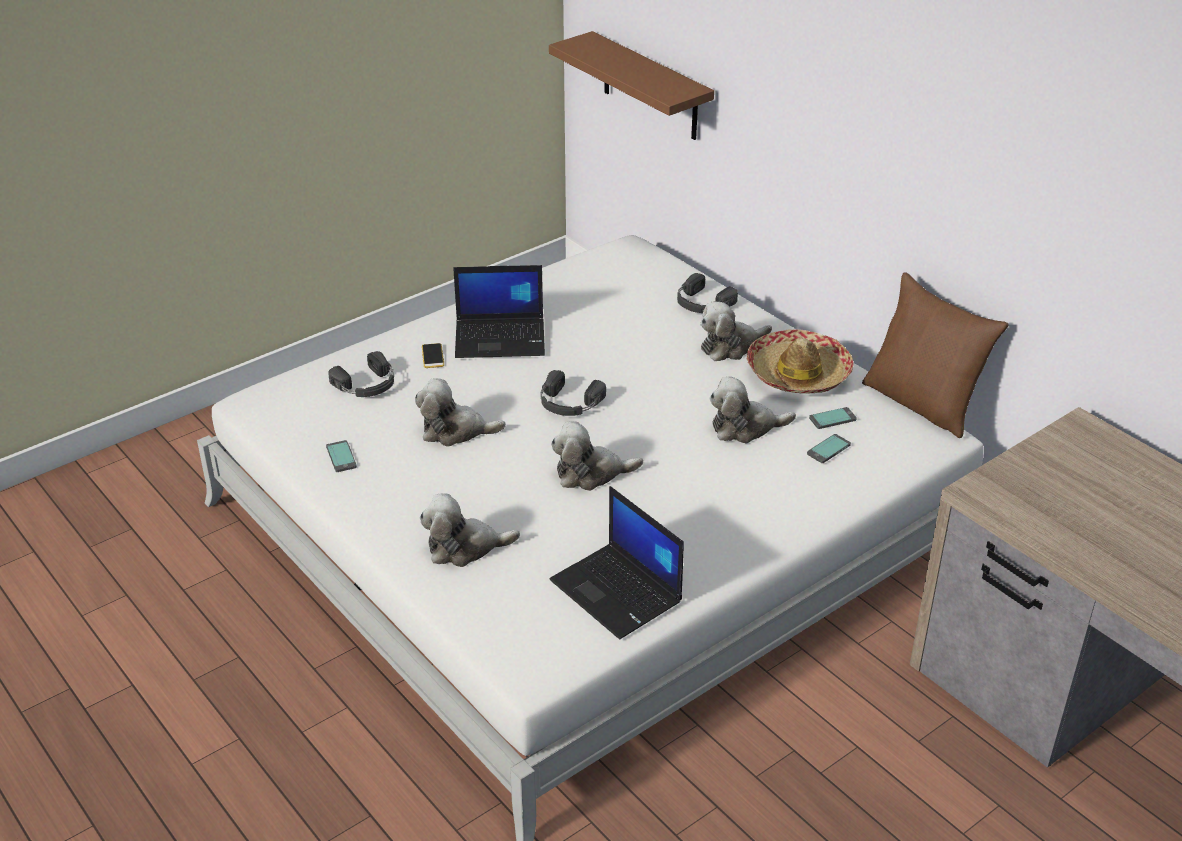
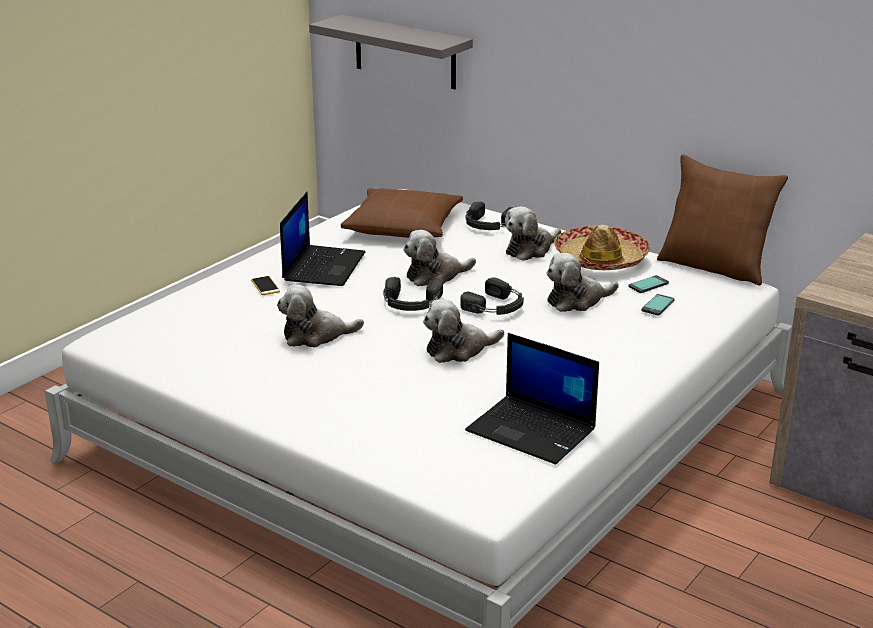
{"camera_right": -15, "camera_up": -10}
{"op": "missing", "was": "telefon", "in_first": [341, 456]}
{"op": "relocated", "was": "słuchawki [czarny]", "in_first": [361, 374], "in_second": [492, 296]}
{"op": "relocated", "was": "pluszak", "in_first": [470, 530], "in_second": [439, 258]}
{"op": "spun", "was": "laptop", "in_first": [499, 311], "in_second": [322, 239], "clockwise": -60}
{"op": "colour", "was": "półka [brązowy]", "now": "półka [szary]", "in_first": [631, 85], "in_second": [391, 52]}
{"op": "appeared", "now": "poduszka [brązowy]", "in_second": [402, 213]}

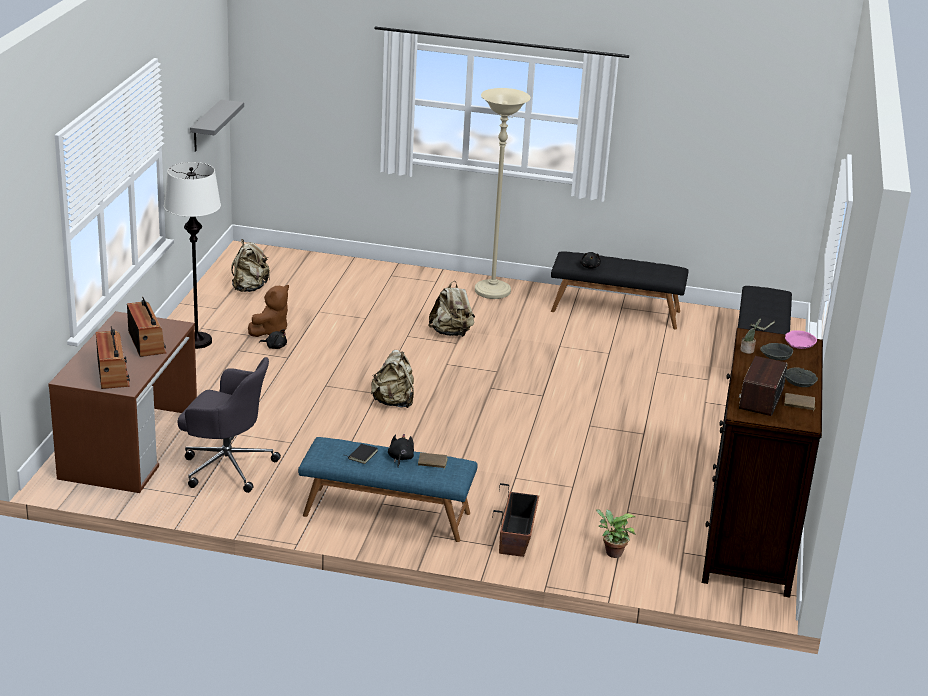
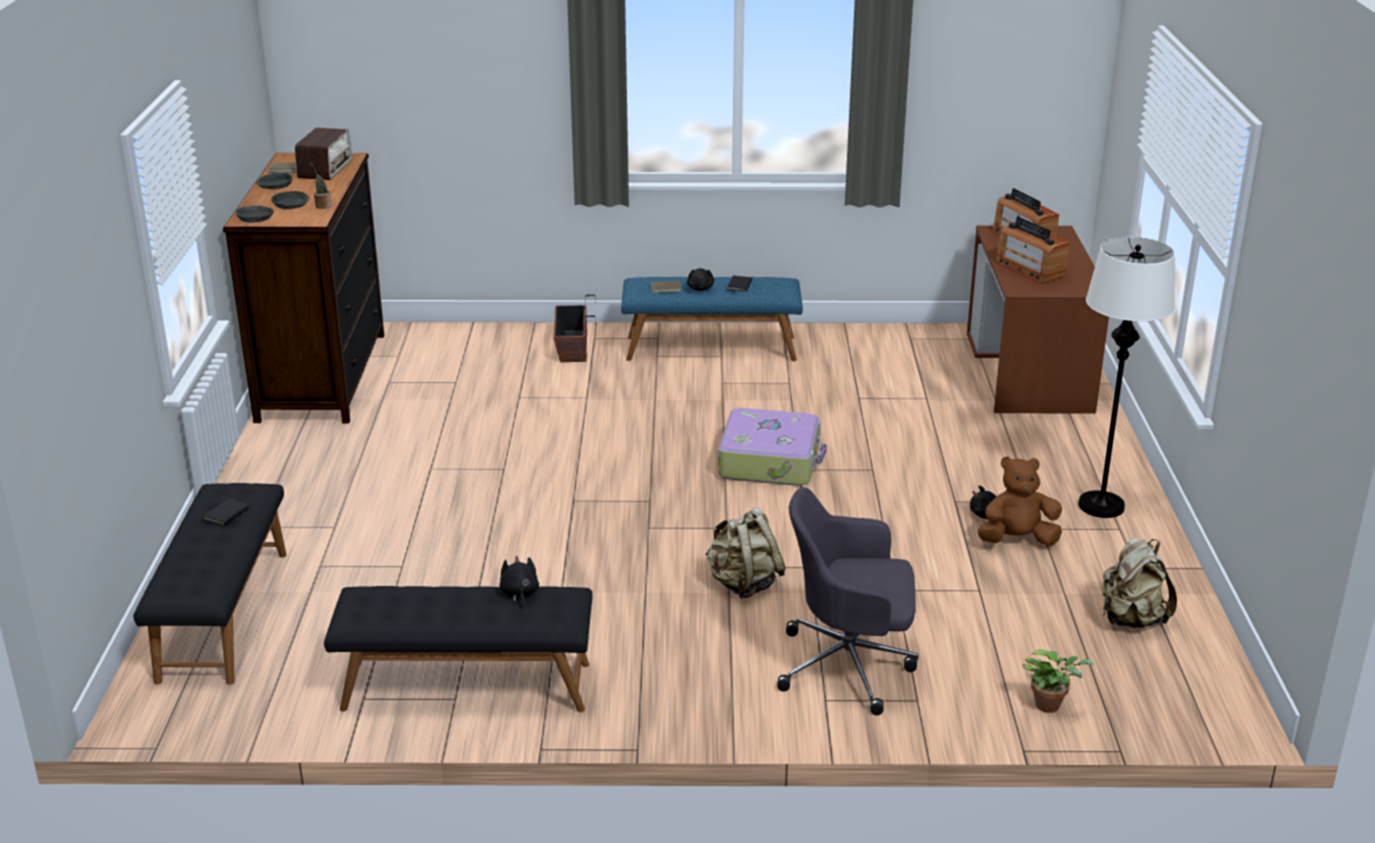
{"camera_right": 170, "camera_up": 0}
{"op": "relocated", "was": "krzesło biurowe [szary]", "in_first": [229, 425], "in_second": [848, 601]}
{"op": "missing", "was": "półka [szary]", "in_first": [217, 125]}
{"op": "spun", "was": "pluszak [brązowy]", "in_first": [268, 311], "in_second": [1019, 501], "clockwise": 60}
{"op": "exchanged", "was": "plecak [beżowy]", "now": "walizka", "in_first": [392, 379], "in_second": [772, 447]}
{"op": "missing", "was": "lampa stojąca [beżowy]", "in_first": [503, 193]}
{"op": "relocated", "was": "roślina doniczkowa", "in_first": [616, 533], "in_second": [1058, 681]}
{"op": "colour", "was": "miska [różowy]", "now": "miska [szary]", "in_first": [801, 339], "in_second": [254, 214]}

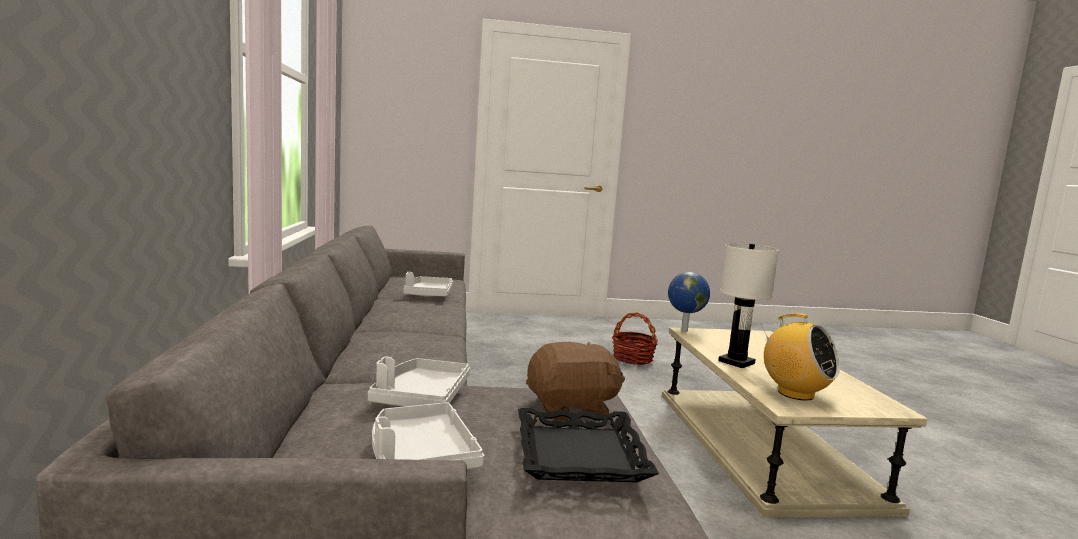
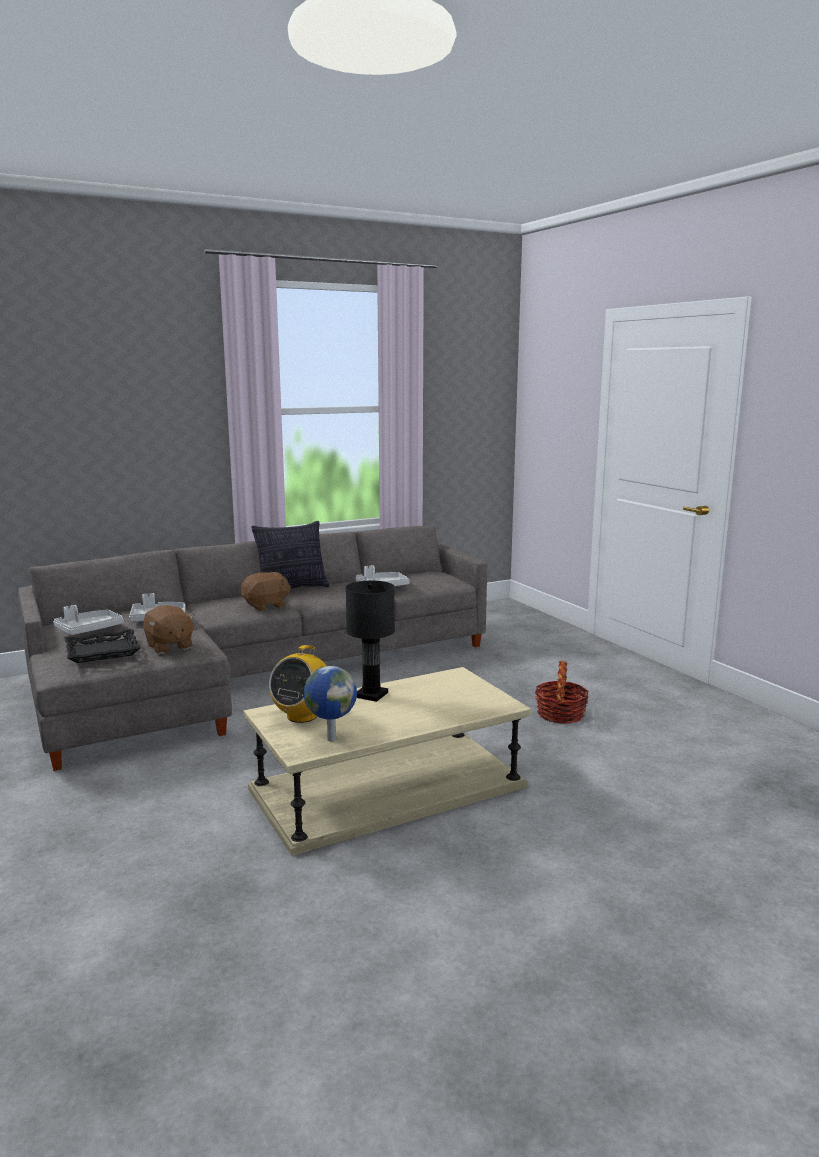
{"camera_right": 70, "camera_up": 5}
{"op": "relocated", "was": "globus", "in_first": [689, 302], "in_second": [330, 704]}
{"op": "colour", "was": "lampa stołowa [biały]", "now": "lampa stołowa [czarny]", "in_first": [748, 305], "in_second": [370, 641]}
{"op": "appeared", "now": "pluszak [brązowy]", "in_second": [266, 591]}
{"op": "appeared", "now": "poduszka", "in_second": [290, 555]}

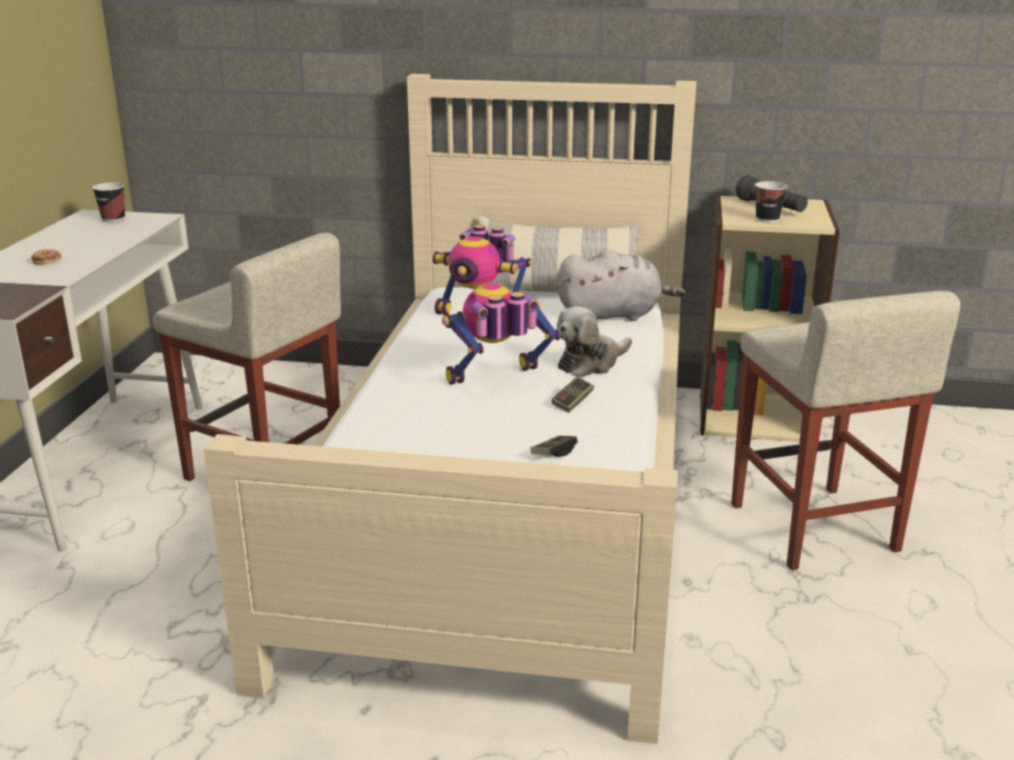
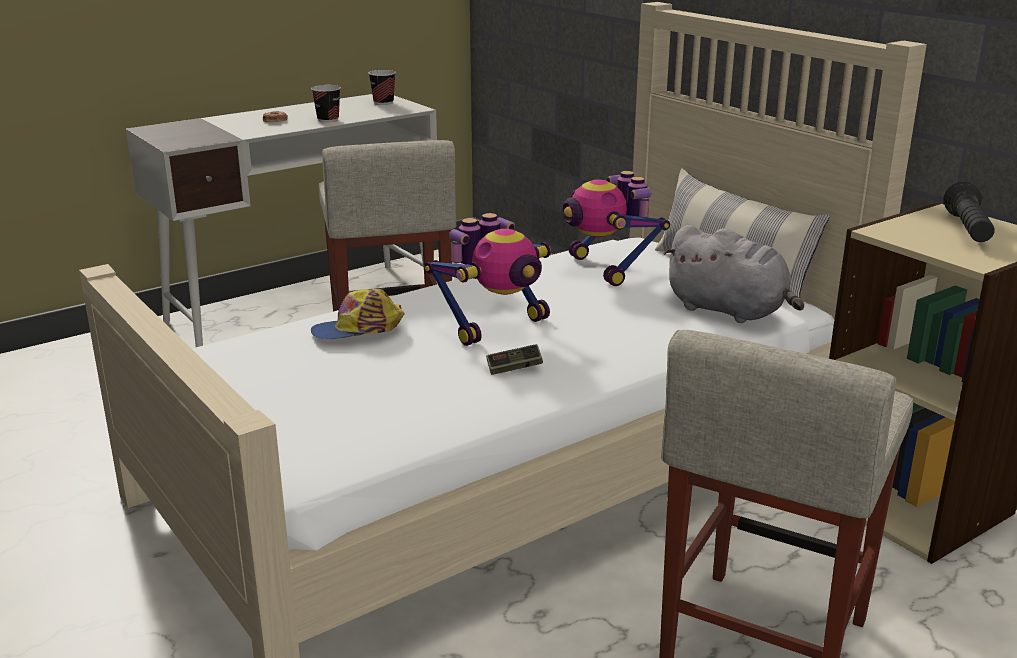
{"camera_right": 45, "camera_up": 0}
{"op": "spun", "was": "robot zabawkowy", "in_first": [501, 334], "in_second": [488, 279], "clockwise": 120}
{"op": "missing", "was": "pad do gier", "in_first": [554, 446]}
{"op": "missing", "was": "pluszak", "in_first": [594, 341]}
{"op": "relocated", "was": "filiżanka", "in_first": [771, 202], "in_second": [326, 104]}
{"op": "appeared", "now": "czapka z daszkiem", "in_second": [358, 314]}

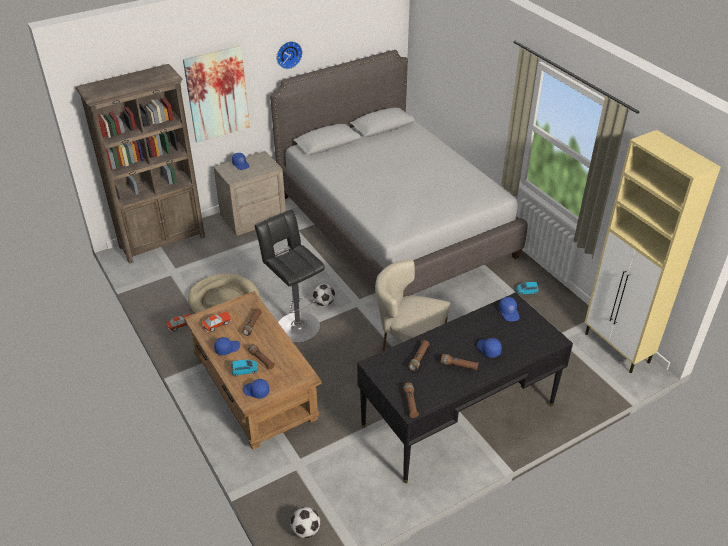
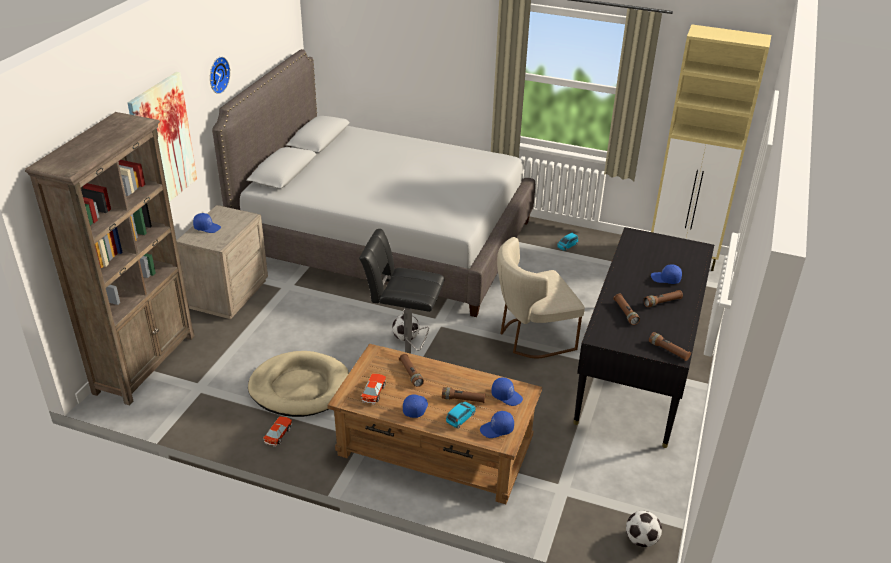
{"camera_right": -40, "camera_up": -5}
{"op": "relocated", "was": "czapka z daszkiem [niebieski]", "in_first": [509, 309], "in_second": [507, 391]}

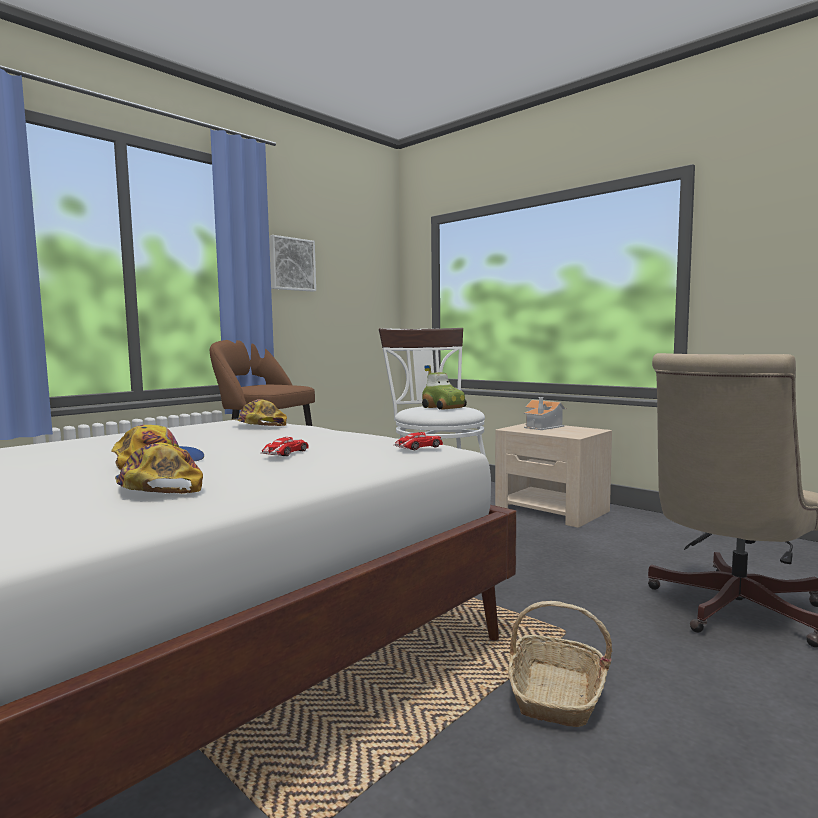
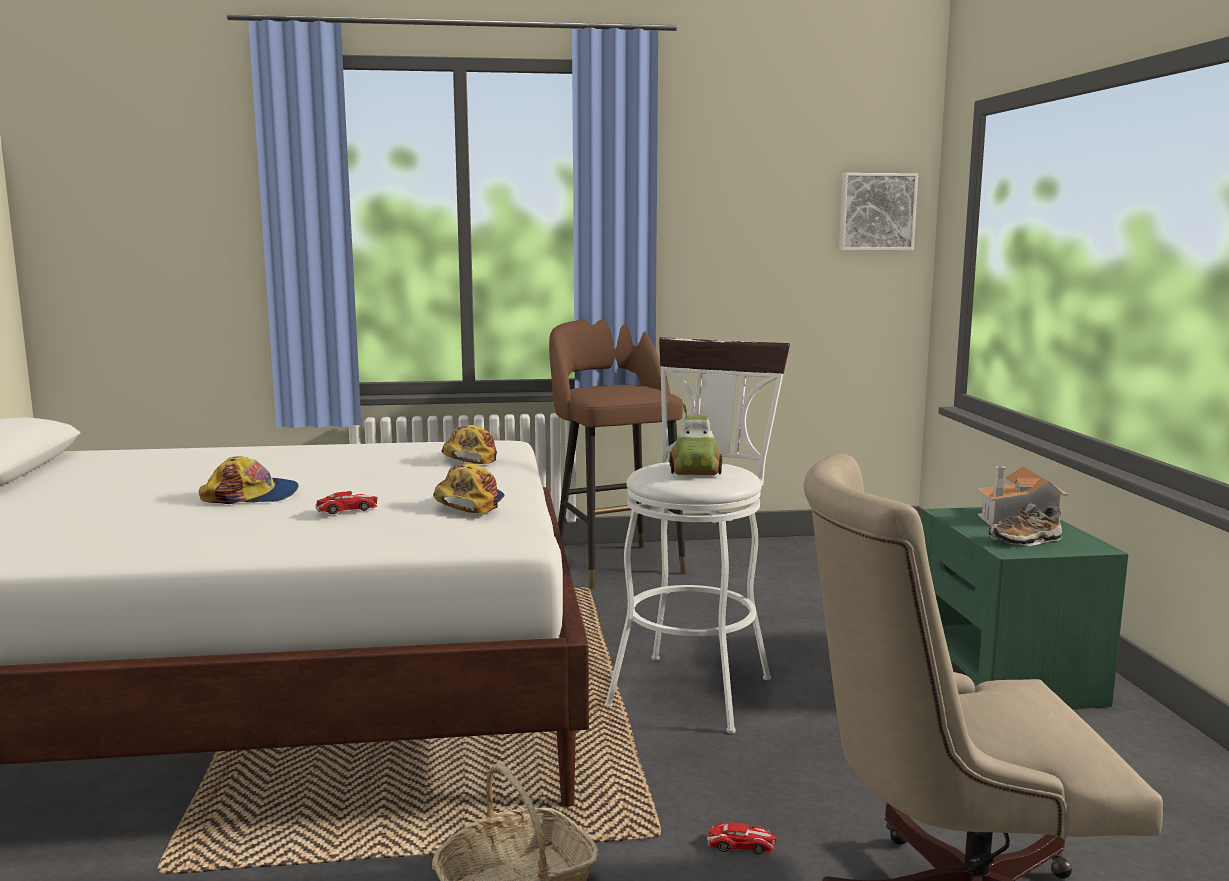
{"camera_right": 40, "camera_up": 5}
{"op": "relocated", "was": "czapka z daszkiem", "in_first": [159, 468], "in_second": [469, 488]}
{"op": "relocated", "was": "obraz", "in_first": [292, 263], "in_second": [878, 212]}
{"op": "relocated", "was": "samochodzik", "in_first": [418, 441], "in_second": [742, 838]}
{"op": "colour", "was": "szafka nocna [beżowy]", "now": "szafka nocna [zielony]", "in_first": [553, 475], "in_second": [1025, 608]}
{"op": "appeared", "now": "but", "in_second": [1025, 525]}

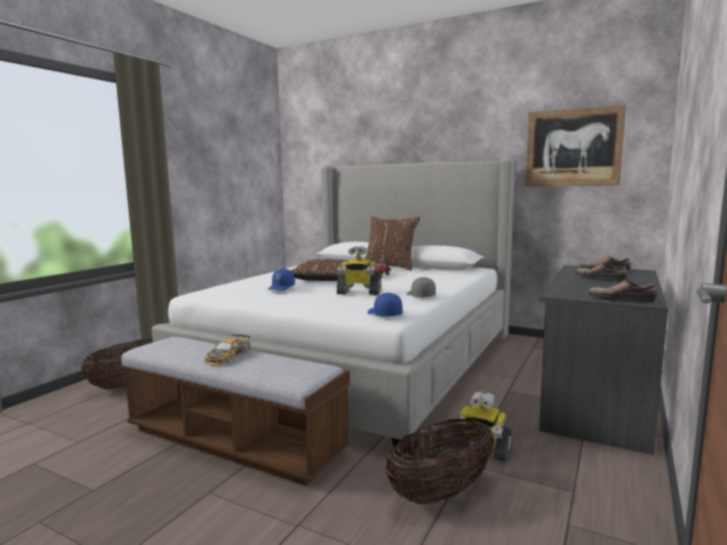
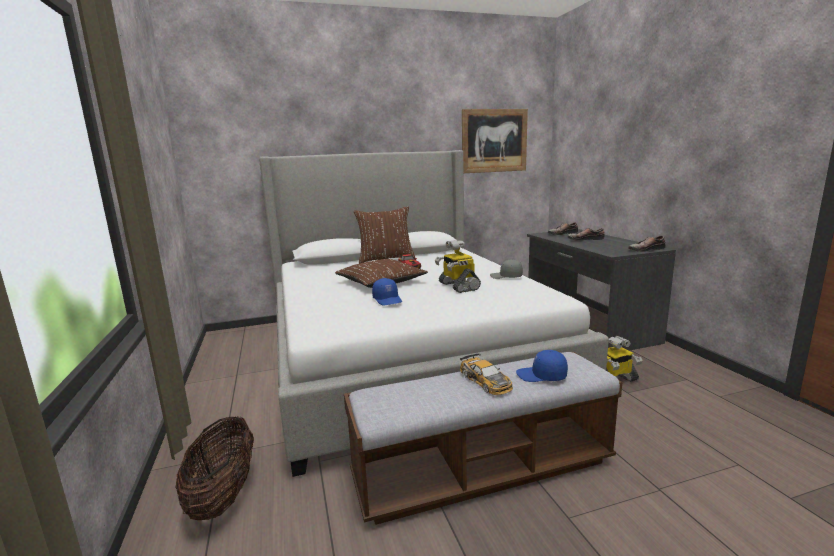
{"camera_right": -45, "camera_up": 5}
{"op": "spun", "was": "robot zabawkowy", "in_first": [359, 270], "in_second": [458, 266], "clockwise": 105}
{"op": "relocated", "was": "czapka z daszkiem [niebieski]", "in_first": [384, 305], "in_second": [542, 366]}
{"op": "missing", "was": "koszyk", "in_first": [440, 461]}

